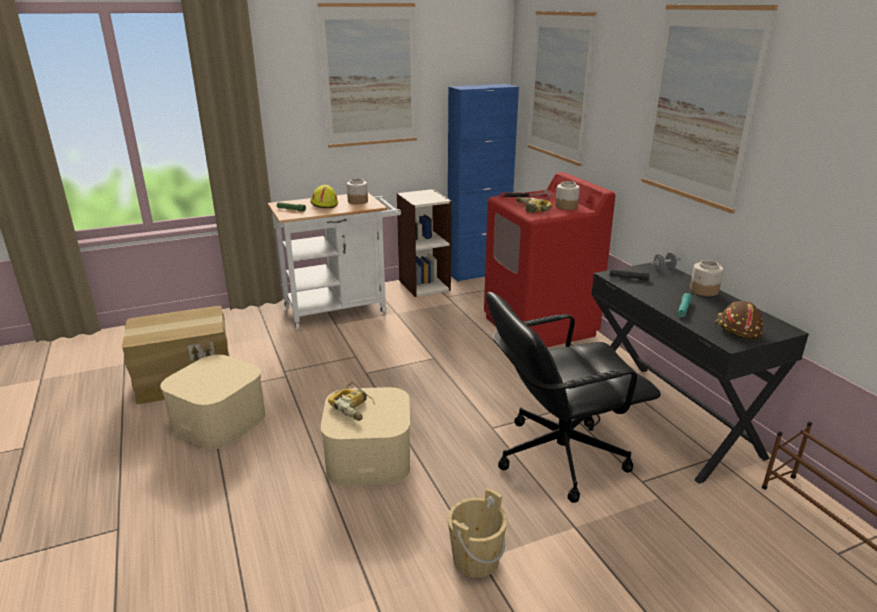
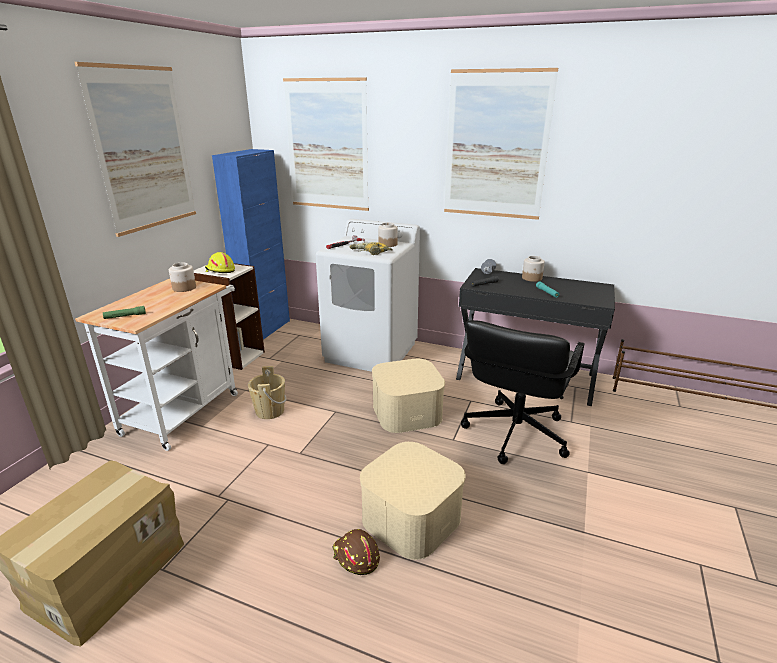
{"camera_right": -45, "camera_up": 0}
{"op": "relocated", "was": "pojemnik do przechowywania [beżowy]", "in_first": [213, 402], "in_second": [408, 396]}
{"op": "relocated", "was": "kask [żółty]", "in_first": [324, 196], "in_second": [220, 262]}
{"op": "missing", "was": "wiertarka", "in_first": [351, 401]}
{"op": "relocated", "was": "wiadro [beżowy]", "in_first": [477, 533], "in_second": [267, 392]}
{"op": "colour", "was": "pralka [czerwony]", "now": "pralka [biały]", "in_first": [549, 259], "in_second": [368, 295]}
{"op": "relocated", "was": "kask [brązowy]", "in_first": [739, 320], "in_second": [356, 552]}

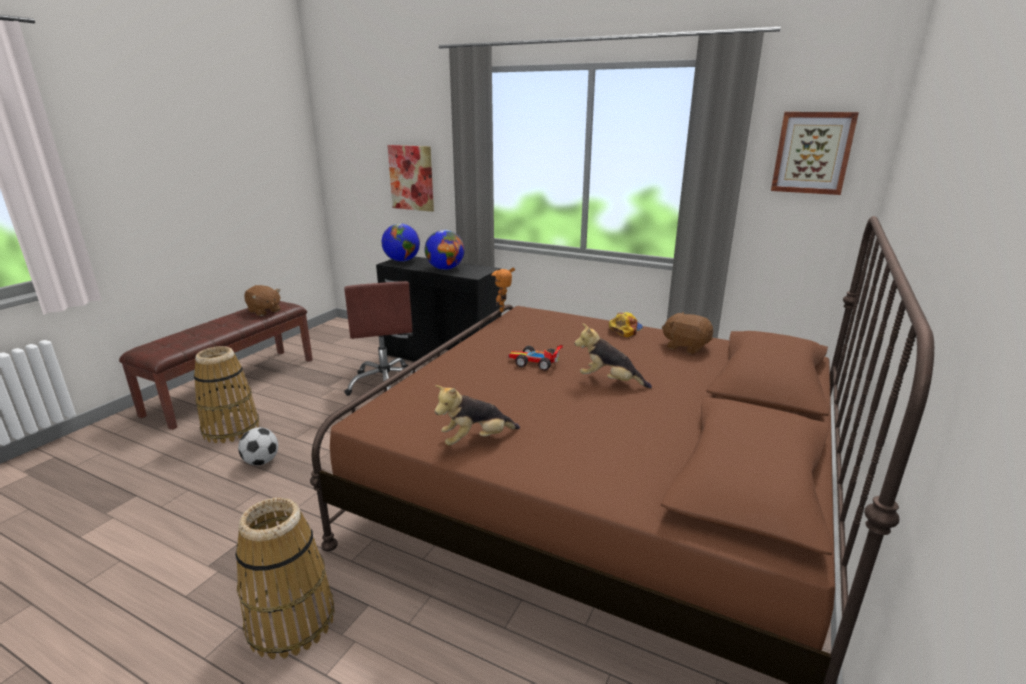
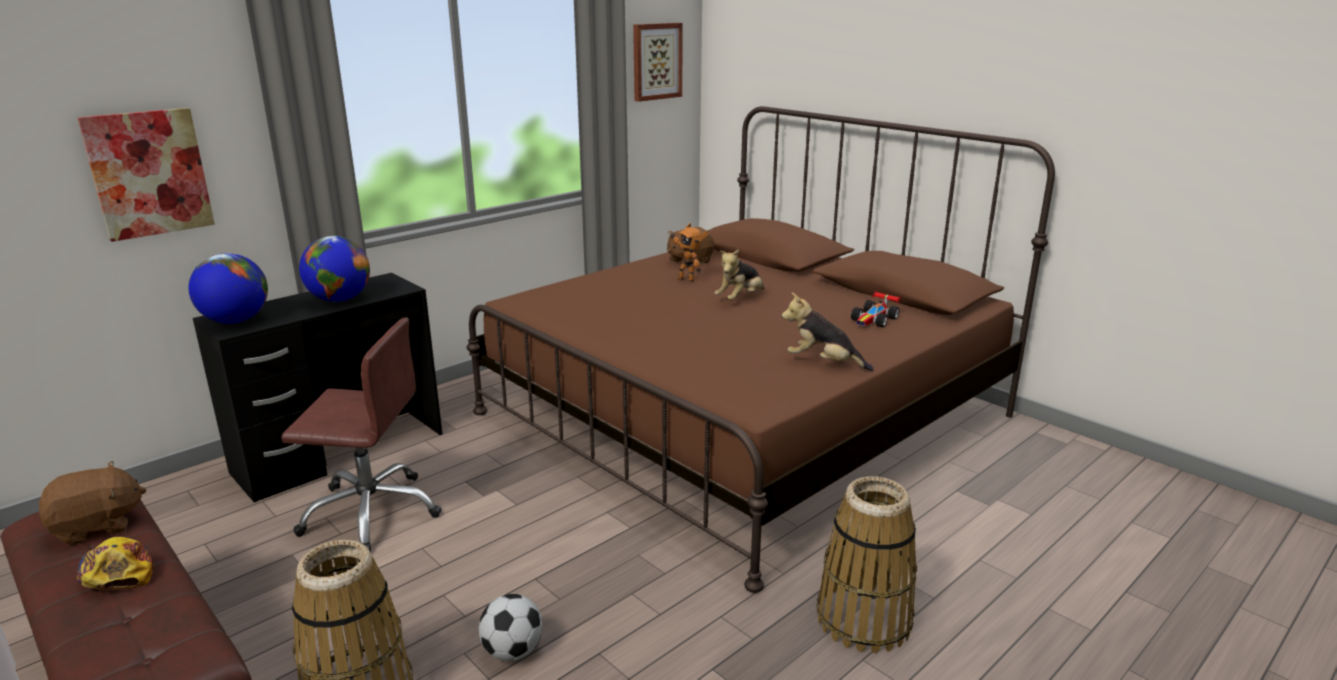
{"camera_right": -70, "camera_up": 0}
{"op": "spun", "was": "pluszak", "in_first": [477, 415], "in_second": [827, 332], "clockwise": 120}
{"op": "relocated", "was": "robot zabawkowy", "in_first": [503, 290], "in_second": [689, 252]}
{"op": "relocated", "was": "samochodzik", "in_first": [536, 358], "in_second": [876, 308]}
{"op": "relocated", "was": "czapka z daszkiem", "in_first": [626, 324], "in_second": [115, 563]}

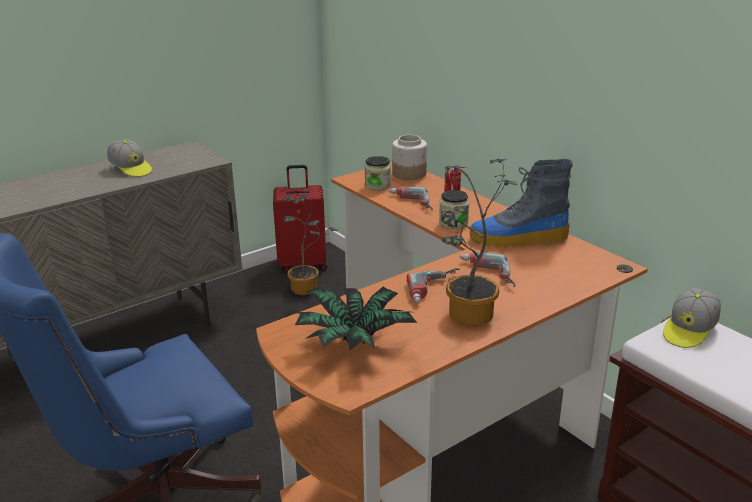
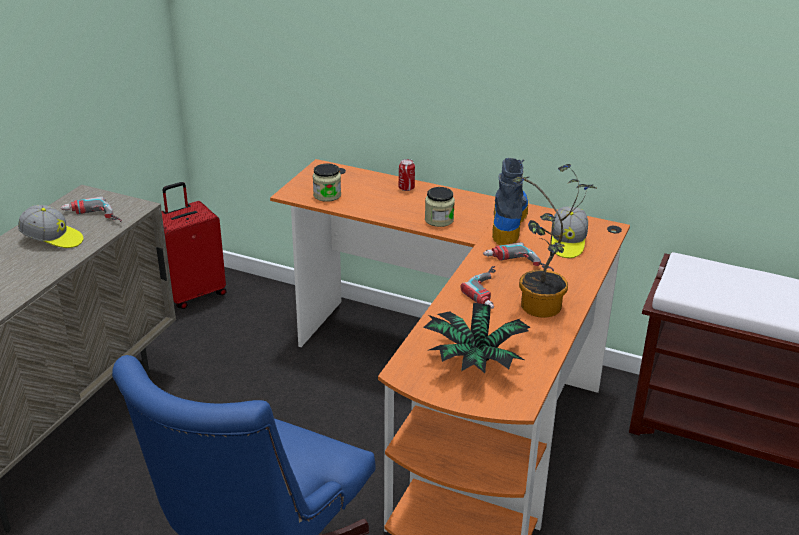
{"camera_right": -30, "camera_up": 5}
{"op": "missing", "was": "roślina doniczkowa", "in_first": [310, 244]}
{"op": "relocated", "was": "wiertarka", "in_first": [410, 198], "in_second": [91, 209]}
{"op": "missing", "was": "słoik", "in_first": [409, 157]}
{"op": "spun", "was": "but z cholewką", "in_first": [521, 203], "in_second": [510, 201], "clockwise": 135}
{"op": "relocated", "was": "czapka z daszkiem", "in_first": [692, 318], "in_second": [569, 232]}

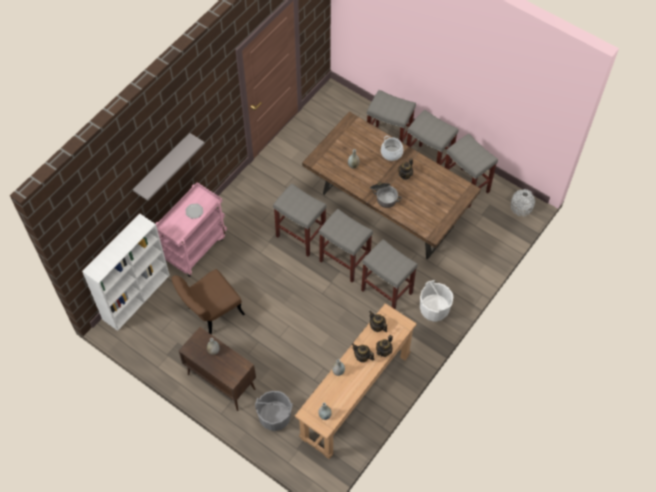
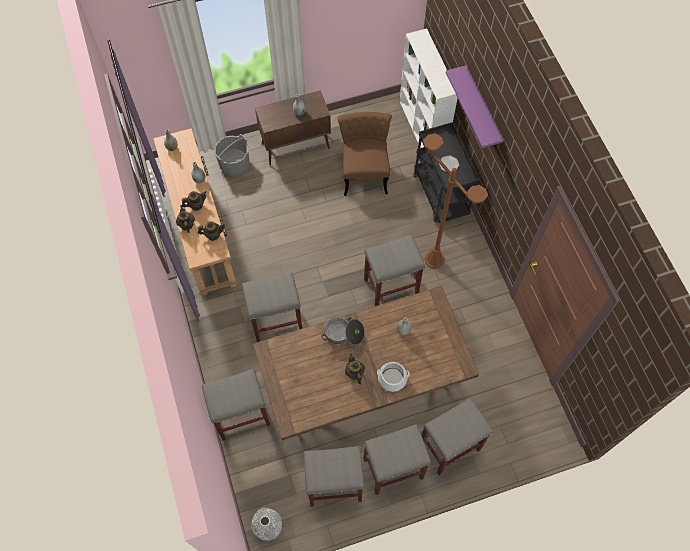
{"camera_right": 125, "camera_up": 5}
{"op": "colour", "was": "półka [szary]", "now": "półka [fioletowy]", "in_first": [169, 167], "in_second": [475, 106]}
{"op": "colour", "was": "wózek [różowy]", "now": "wózek [czarny]", "in_first": [191, 229], "in_second": [446, 172]}
{"op": "relocated", "was": "stołek [szary]", "in_first": [346, 246], "in_second": [236, 404]}
{"op": "missing", "was": "wiadro [biały]", "in_first": [436, 301]}
{"op": "appeared", "now": "lampa stojąca [brązowy]", "in_second": [455, 200]}

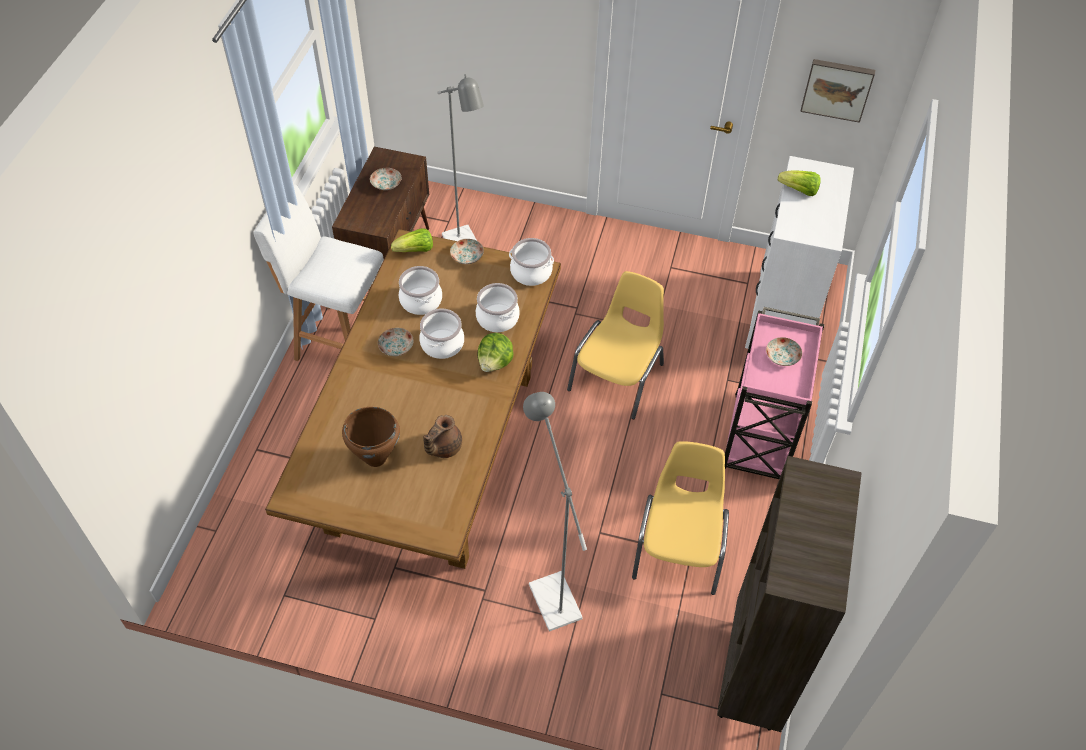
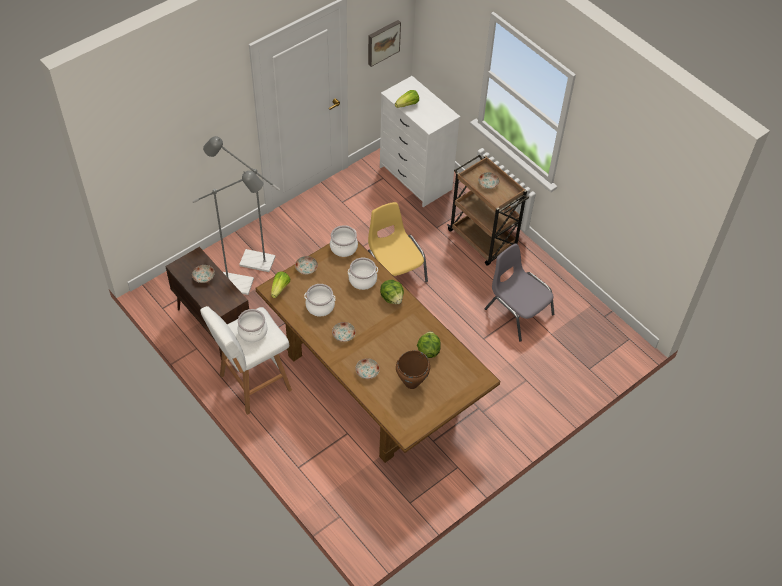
{"camera_right": -55, "camera_up": 0}
{"op": "relocated", "was": "garnek", "in_first": [441, 334], "in_second": [252, 325]}
{"op": "exchanged", "was": "imbryk [brązowy]", "now": "sałata", "in_first": [442, 436], "in_second": [429, 344]}
{"op": "relocated", "was": "lampa stojąca [szary]", "in_first": [555, 511], "in_second": [241, 204]}
{"op": "colour", "was": "krzesło [żółty]", "now": "krzesło [szary]", "in_first": [680, 518], "in_second": [519, 292]}
{"op": "missing", "was": "regał [brązowy]", "in_first": [789, 594]}
{"op": "colour", "was": "wózek [różowy]", "now": "wózek [brązowy]", "in_first": [775, 393], "in_second": [488, 210]}
{"op": "appeared", "now": "talerz", "in_second": [367, 368]}

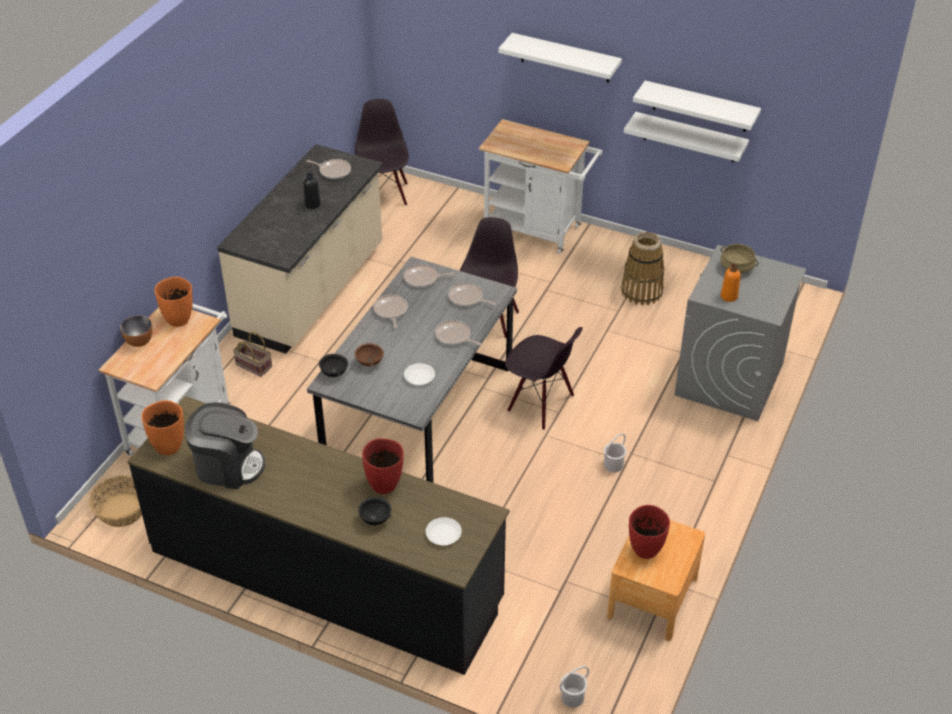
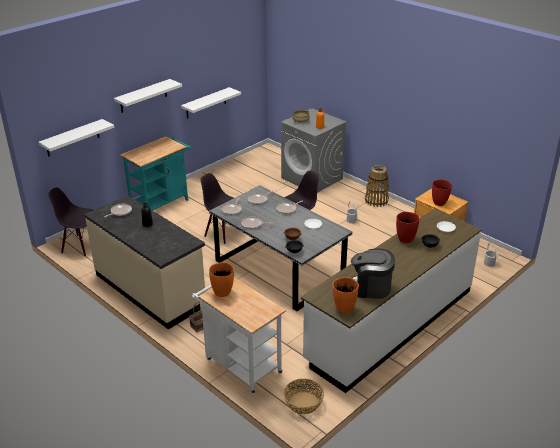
{"camera_right": -70, "camera_up": -10}
{"op": "missing", "was": "miska", "in_first": [136, 331]}
{"op": "colour", "was": "zabudowa kuchenna [czarny]", "now": "zabudowa kuchenna [biały]", "in_first": [319, 535], "in_second": [391, 301]}
{"op": "spun", "was": "ekspres do kawy", "in_first": [225, 445], "in_second": [373, 273], "clockwise": -105}
{"op": "colour", "was": "wózek [biały]", "now": "wózek [turkusowy]", "in_first": [541, 186], "in_second": [156, 173]}
{"op": "relocated", "was": "koszyk", "in_first": [642, 268], "in_second": [377, 186]}
{"op": "relocated", "was": "półka [biały]", "in_first": [697, 106], "in_second": [76, 138]}

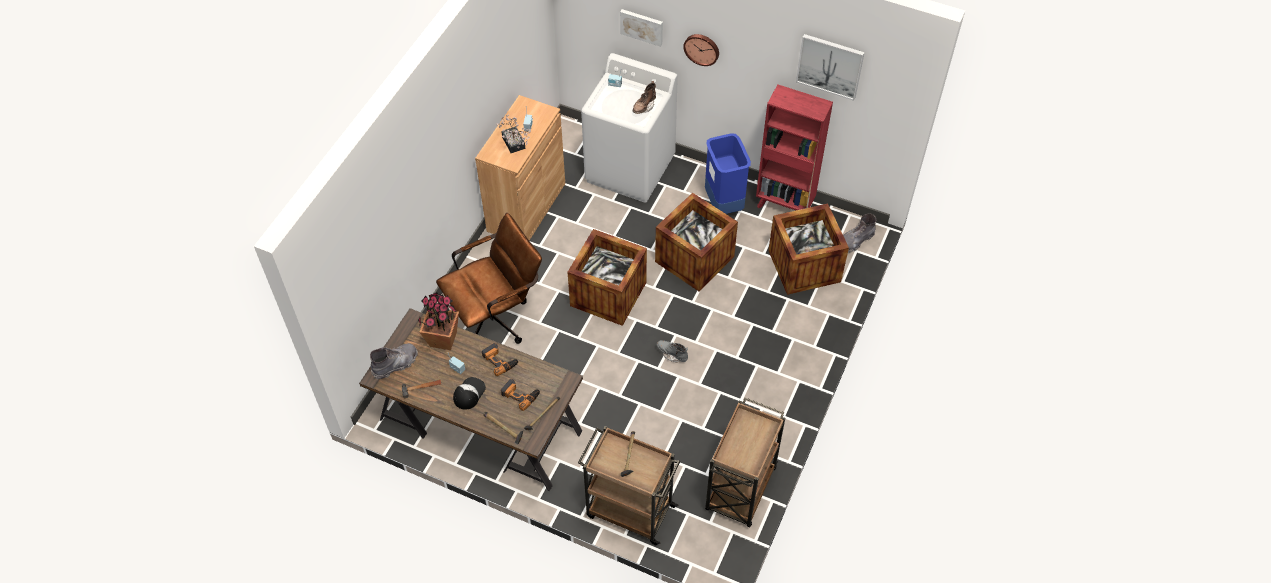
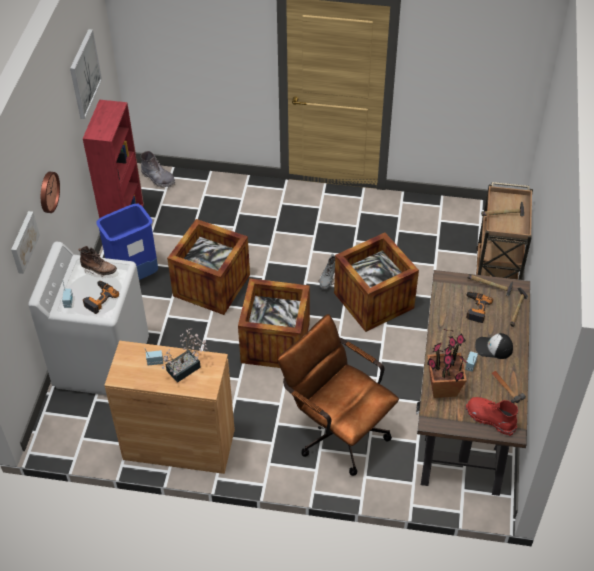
{"camera_right": -105, "camera_up": -5}
{"op": "colour", "was": "but z cholewką [szary]", "now": "but z cholewką [czerwony]", "in_first": [394, 361], "in_second": [492, 416]}
{"op": "relocated", "was": "wiertarka", "in_first": [500, 359], "in_second": [101, 297]}
{"op": "missing", "was": "wózek [brązowy]", "in_first": [745, 462]}
{"op": "relocated", "was": "skrzynka", "in_first": [808, 249], "in_second": [376, 282]}

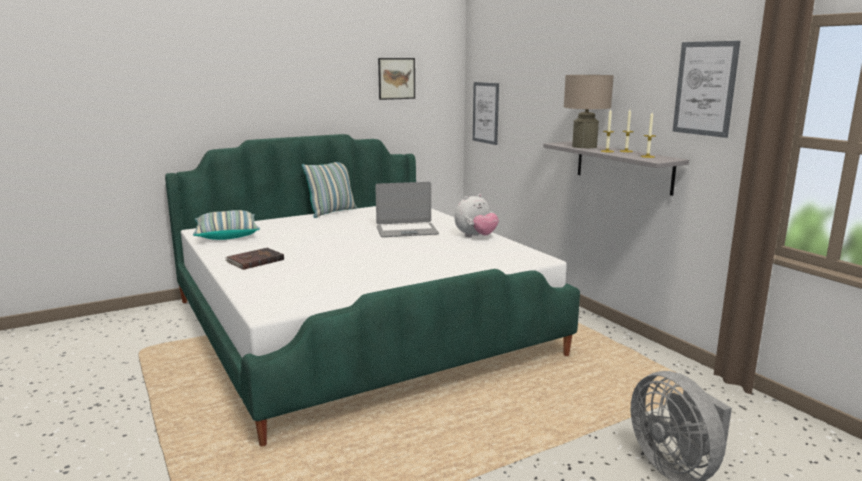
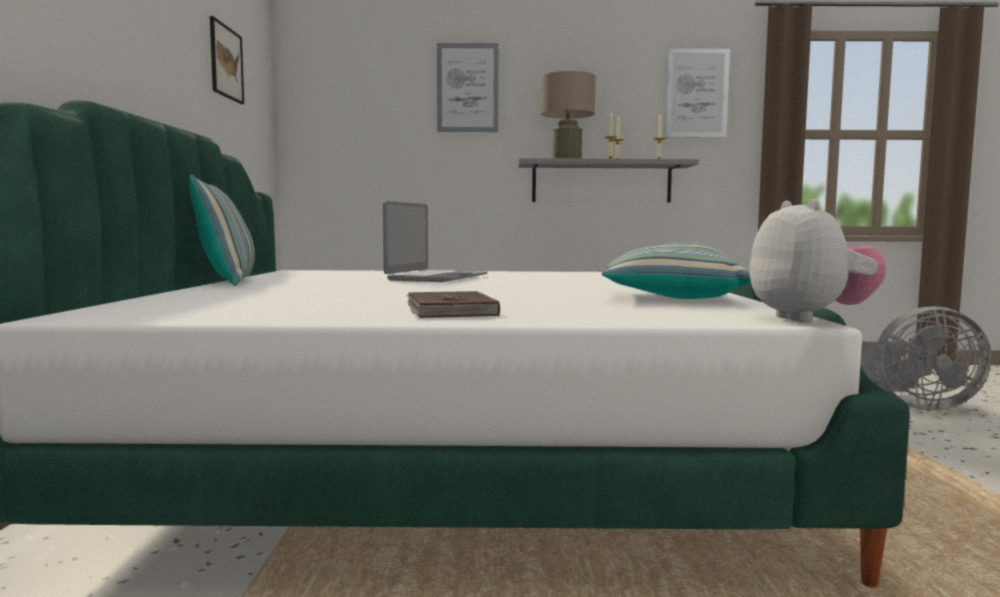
{"camera_right": -60, "camera_up": -10}
{"op": "relocated", "was": "poduszka", "in_first": [226, 225], "in_second": [676, 271]}
{"op": "relocated", "was": "pluszak", "in_first": [476, 215], "in_second": [817, 260]}
{"op": "relocated", "was": "obraz", "in_first": [486, 113], "in_second": [468, 87]}

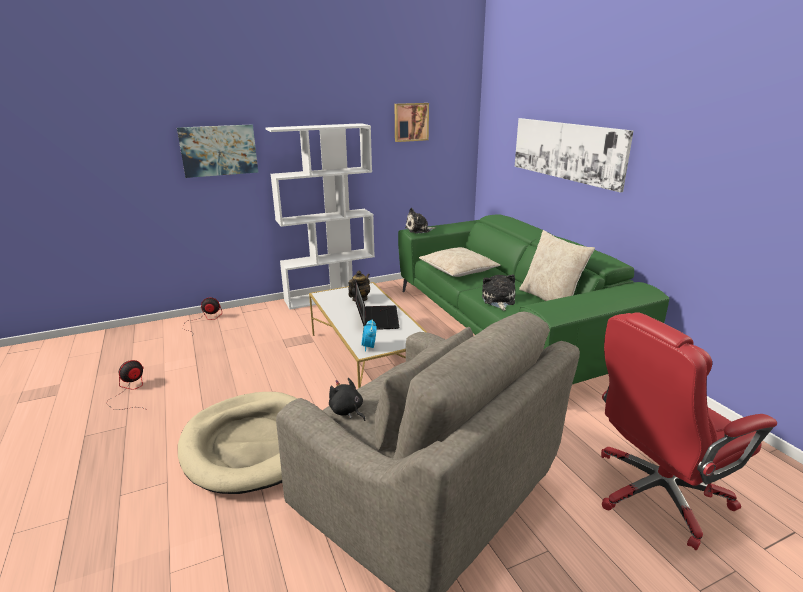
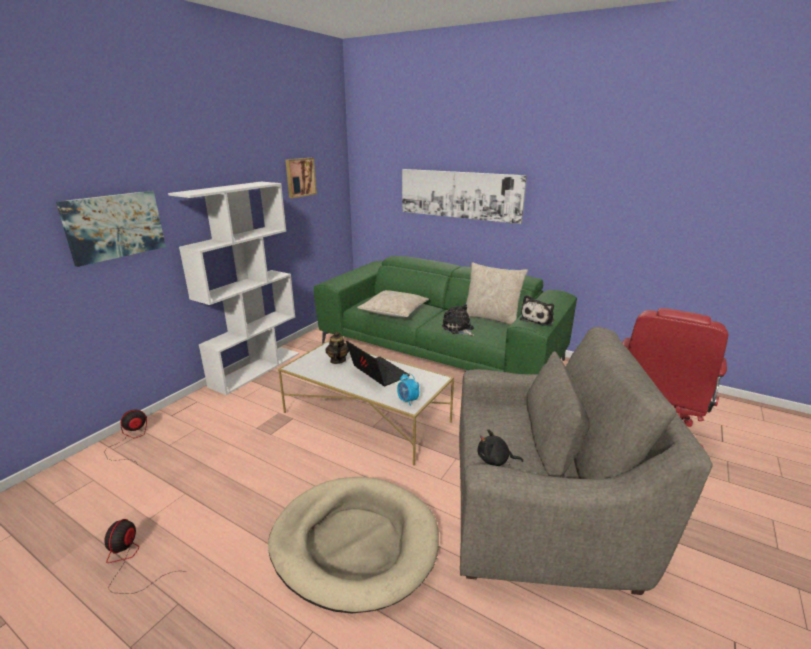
{"camera_right": -35, "camera_up": 0}
{"op": "relocated", "was": "pluszak", "in_first": [420, 220], "in_second": [537, 310]}

